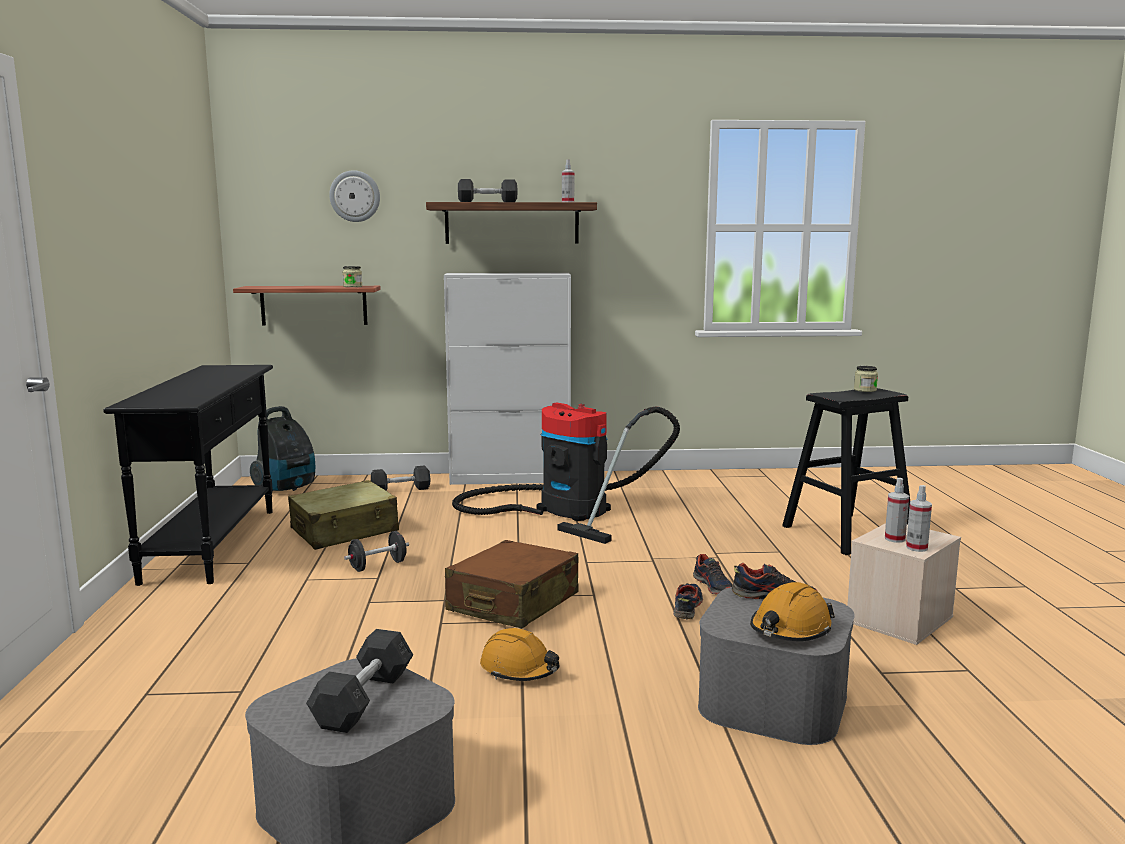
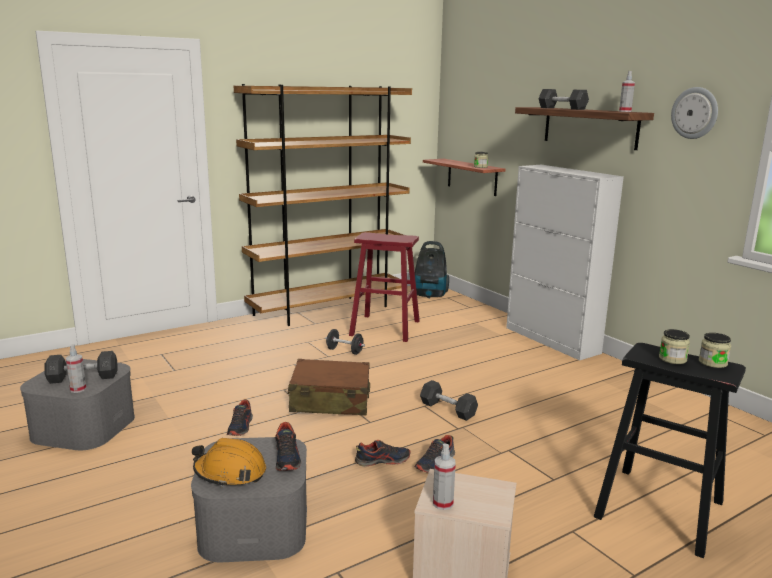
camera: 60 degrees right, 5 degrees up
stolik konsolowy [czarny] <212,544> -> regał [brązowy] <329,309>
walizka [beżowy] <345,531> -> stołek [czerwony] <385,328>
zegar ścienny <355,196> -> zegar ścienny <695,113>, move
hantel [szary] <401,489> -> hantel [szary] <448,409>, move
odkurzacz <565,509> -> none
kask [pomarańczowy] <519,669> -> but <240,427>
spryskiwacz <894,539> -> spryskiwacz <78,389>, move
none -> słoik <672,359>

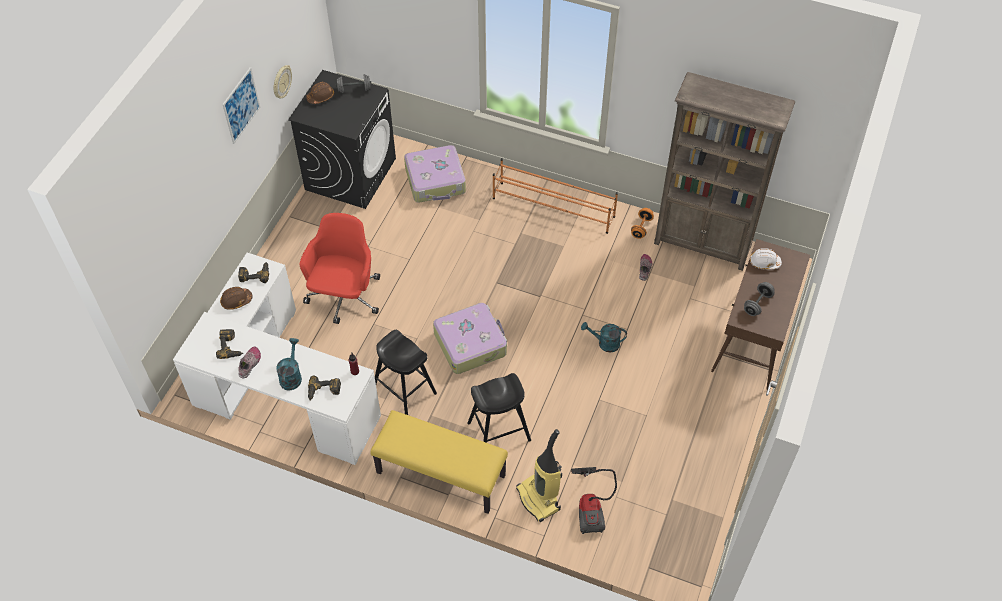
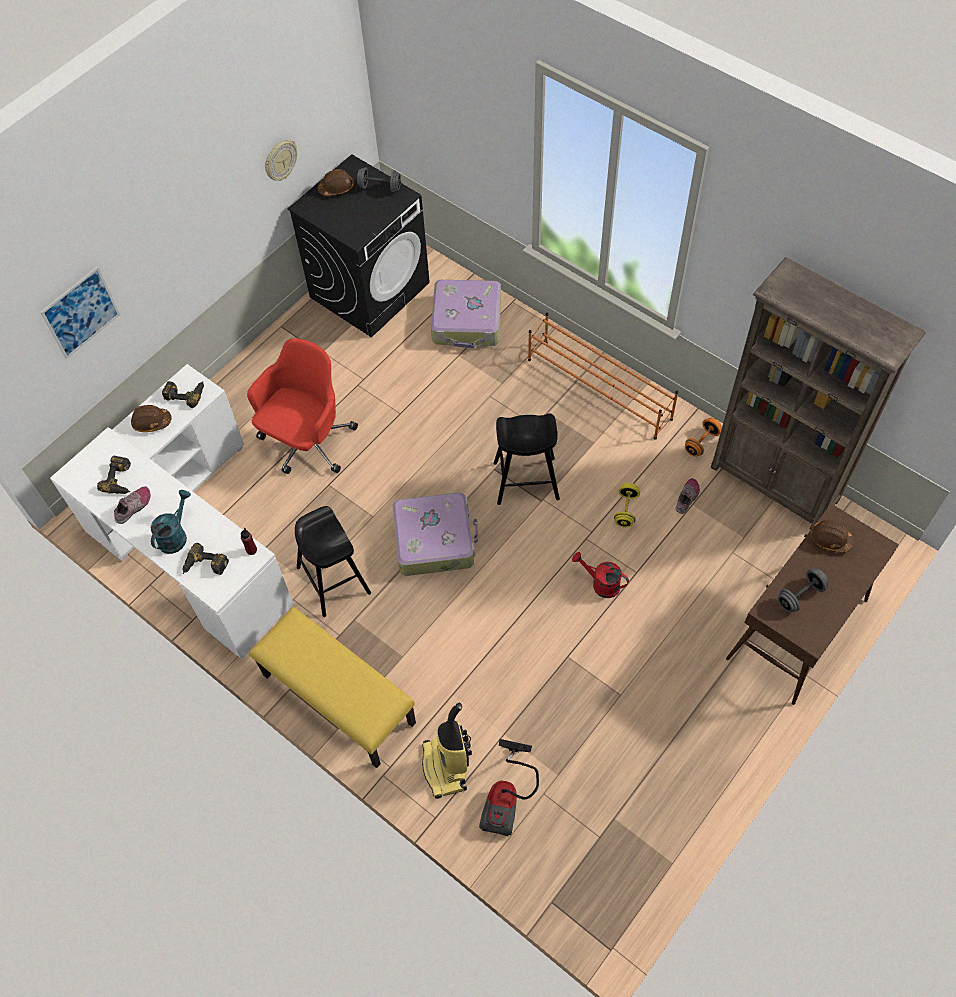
camera: 20 degrees right, 5 degrees up
obraz <241,105> -> obraz <81,312>, move
stołek [czarny] <499,431> -> stołek [czarny] <526,481>, move
konewka [turkusowy] <604,343> -> konewka [czerwony] <601,584>
kask [biały] <764,262> -> kask [brązowy] <830,539>
none -> hantel [żółty] <626,510>

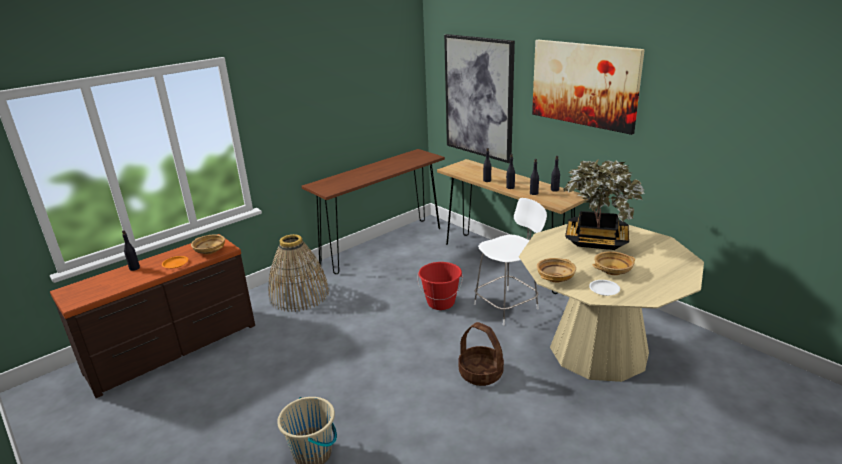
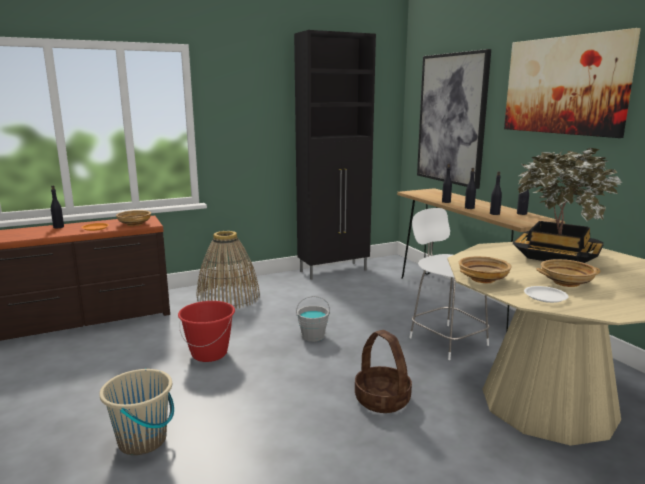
camera: 15 degrees right, 10 degrees down
stolik konsolowy [brązowy] <382,245> -> szafka [czarny] <334,271>
wiadro [czerwony] <441,303> -> wiadro [czerwony] <209,353>, move
krzesło [biały] <507,306> -> krzesło [biały] <446,340>, 105 degrees counterclockwise
none -> wiadro [szary] <313,336>

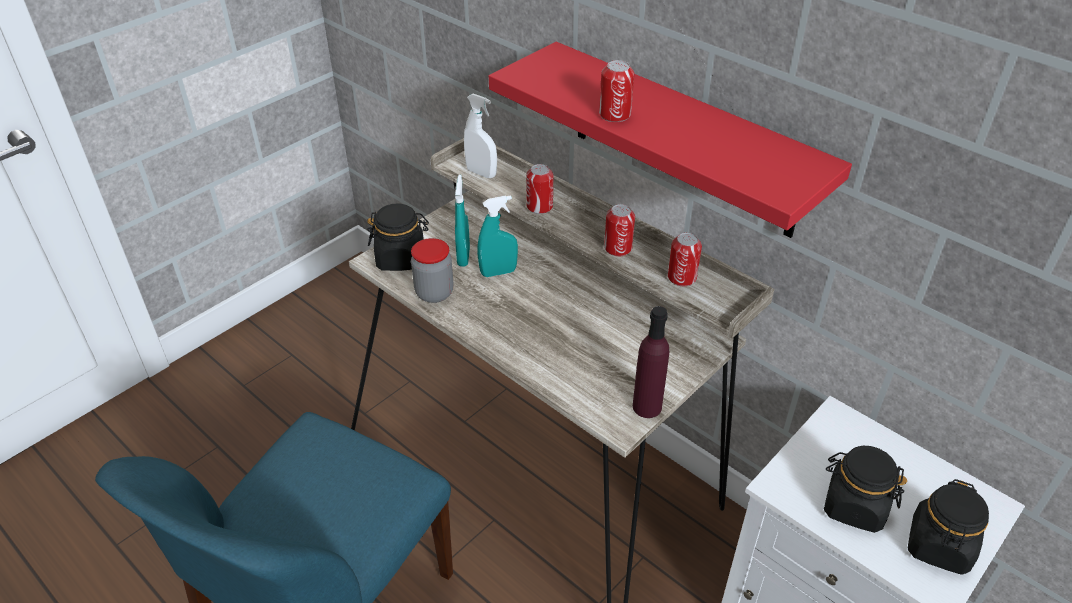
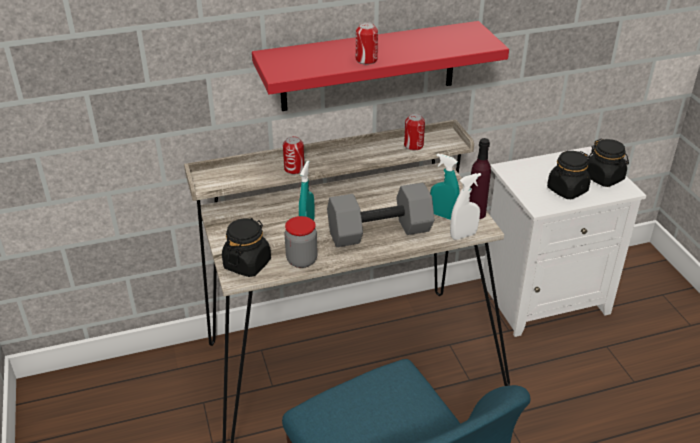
camera: 60 degrees left, 5 degrees down
spryskiwacz [turkusowy] <463,257> -> spryskiwacz [turkusowy] <443,215>, move
spryskiwacz [biały] <481,173> -> spryskiwacz [biały] <463,235>, move
puszka <618,248> -> none
none -> hantel [szary] <379,233>

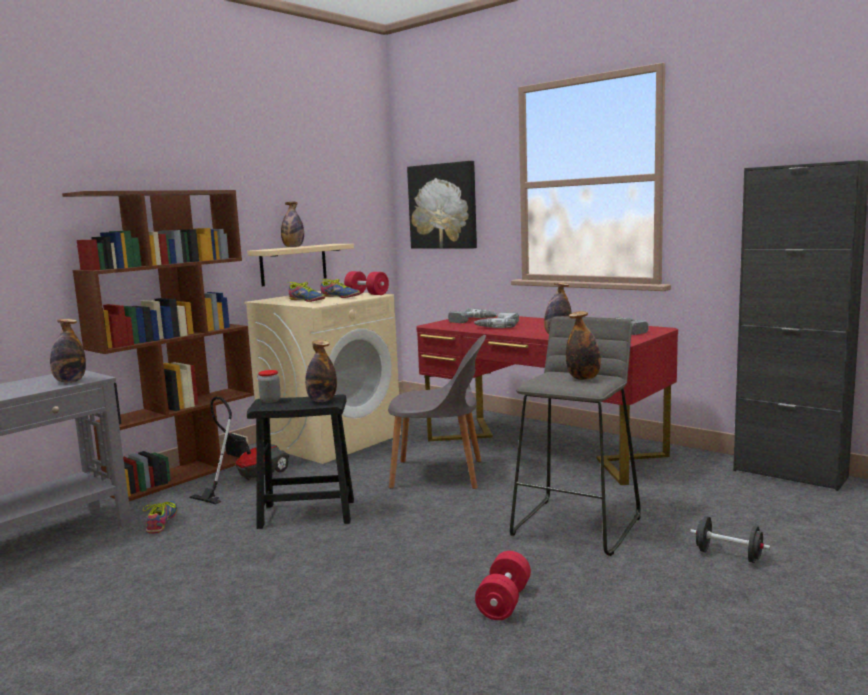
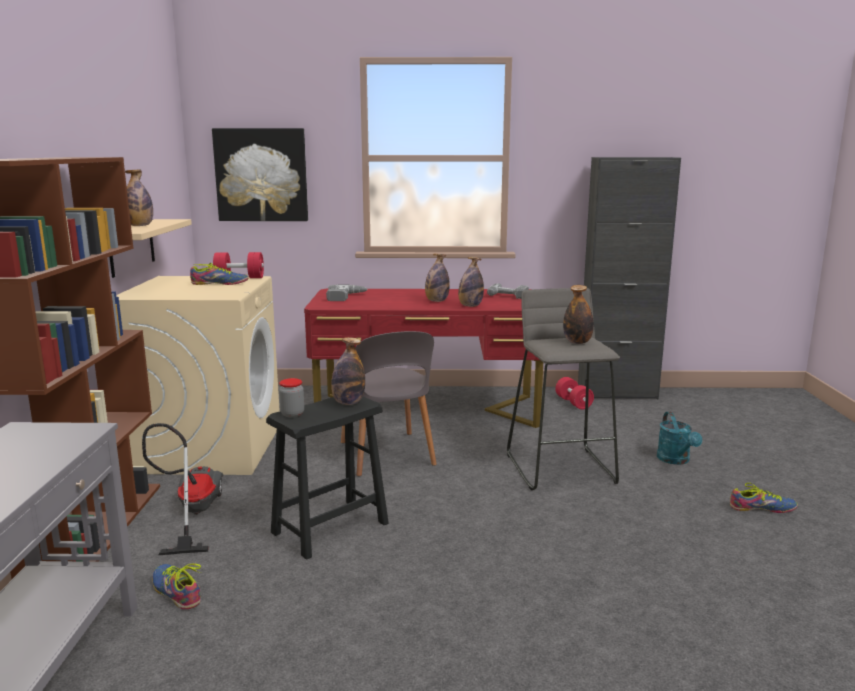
camera: 40 degrees left, 5 degrees up
butelka <70,381> -> butelka <436,301>, move
but <307,300> -> but <762,508>, move
krzesło [szary] <440,474> -> krzesło [szary] <387,455>, 105 degrees clockwise
wiertarka <497,326> -> none
hantel [czerwony] <504,602> -> hantel [czerwony] <573,403>, move
hantel [czarny] <728,555> -> konewka [turkusowy] <676,460>

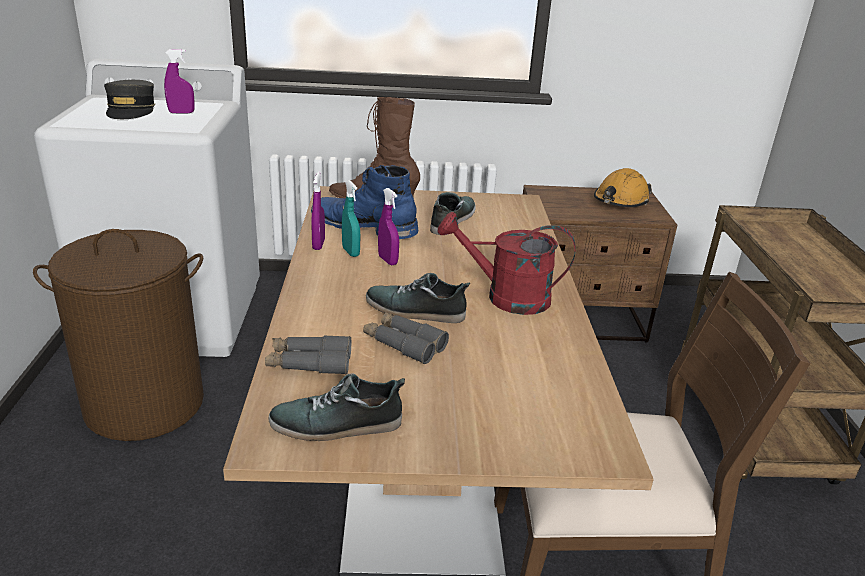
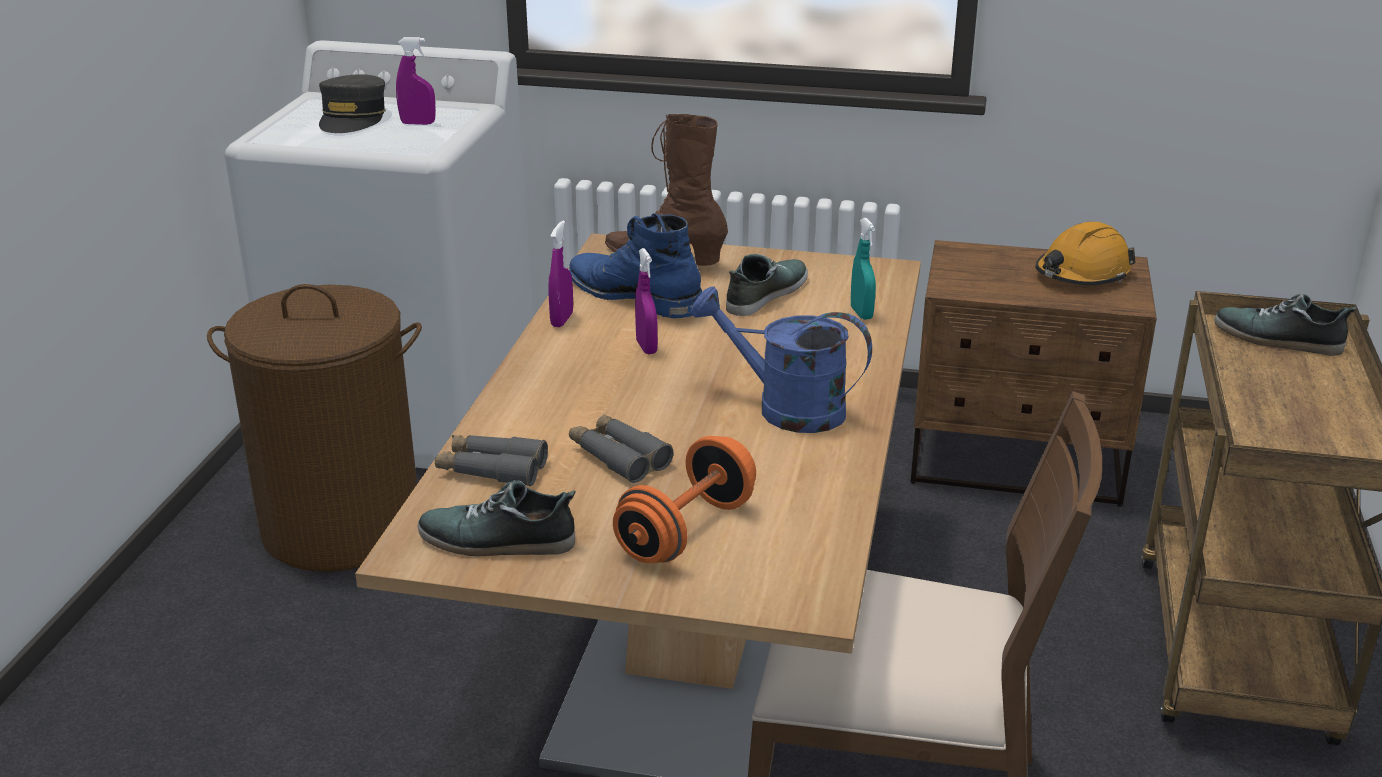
camera: 15 degrees right, 0 degrees up
spryskiwacz [turkusowy] <351,252> -> spryskiwacz [turkusowy] <861,313>, move
but <415,310> -> but <1278,339>, move
konewka [czerwony] <506,297> -> konewka [niebieski] <785,408>
none -> hantel [pomarańczowy] <686,531>

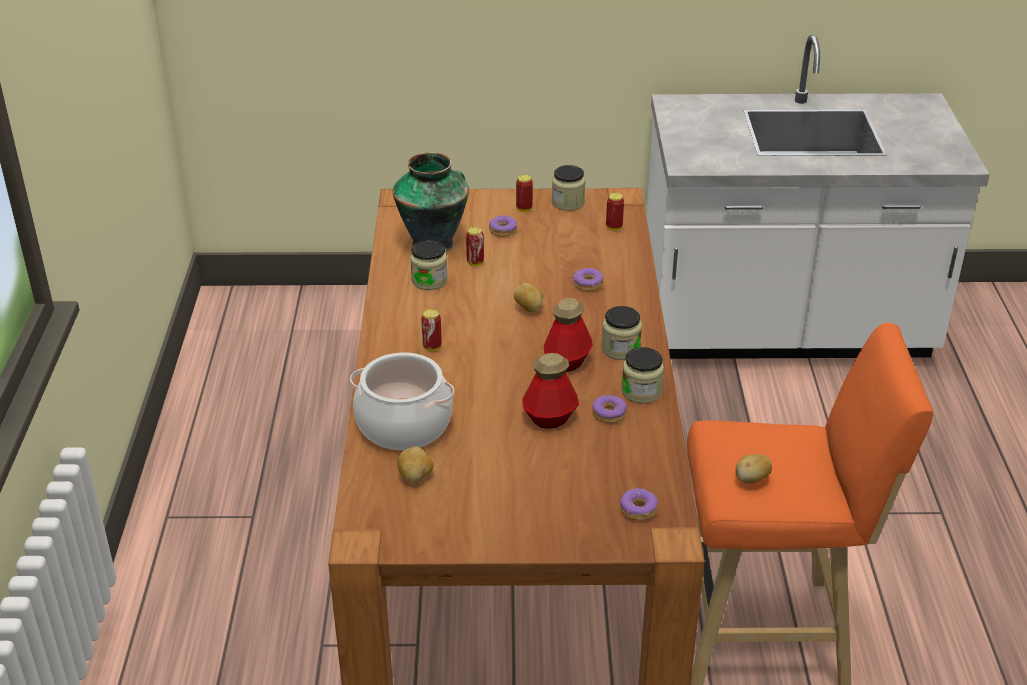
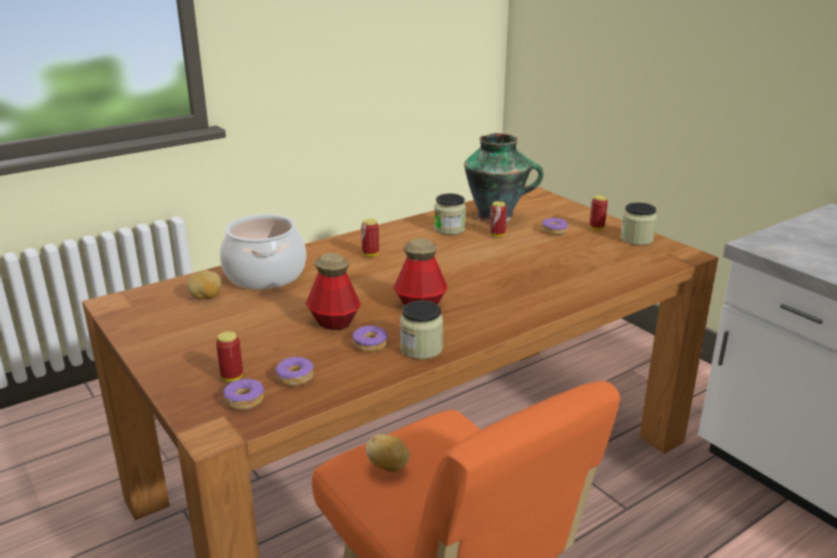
camera: 55 degrees right, 10 degrees down
ziemniak <529,308> -> none
donut <588,284> -> donut <294,377>, move
słoik <620,349> -> none
puszka <614,227> -> puszka <232,377>, move

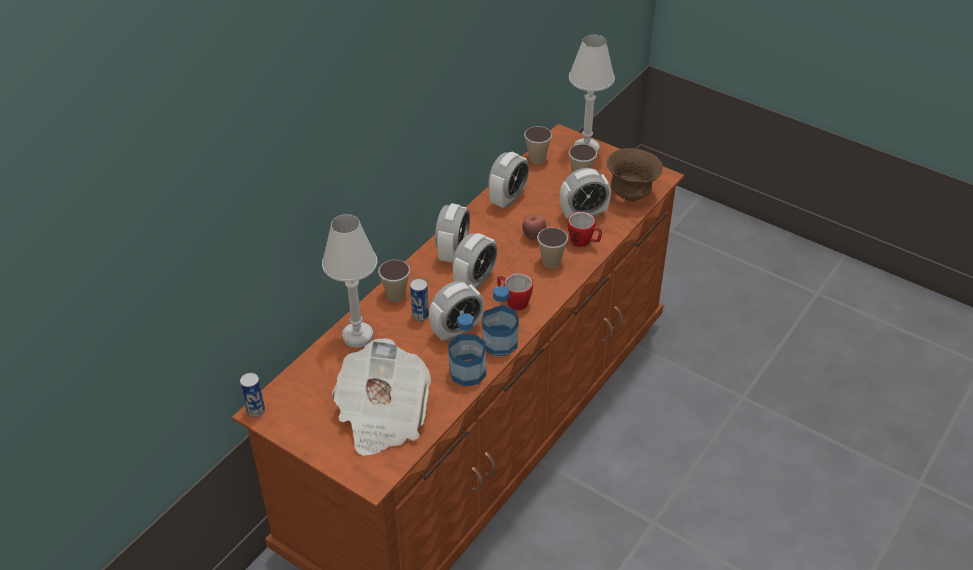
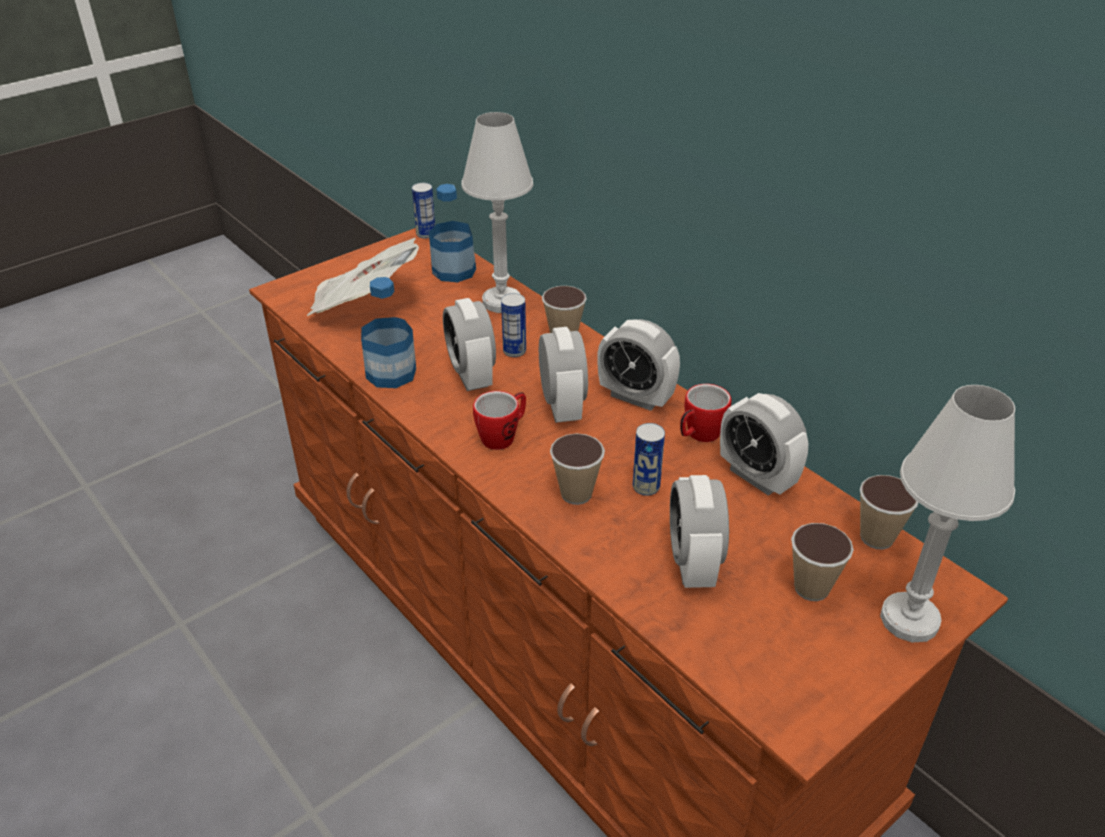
camera: 105 degrees right, 5 degrees down
budzik <474,281> -> budzik <562,407>, 150 degrees counterclockwise
butelka <499,343> -> butelka <454,271>, move
jabłko <534,237> -> puszka <646,487>
kubek <584,242> -> kubek <699,435>, move
miska [brązowy] <631,194> -> none

